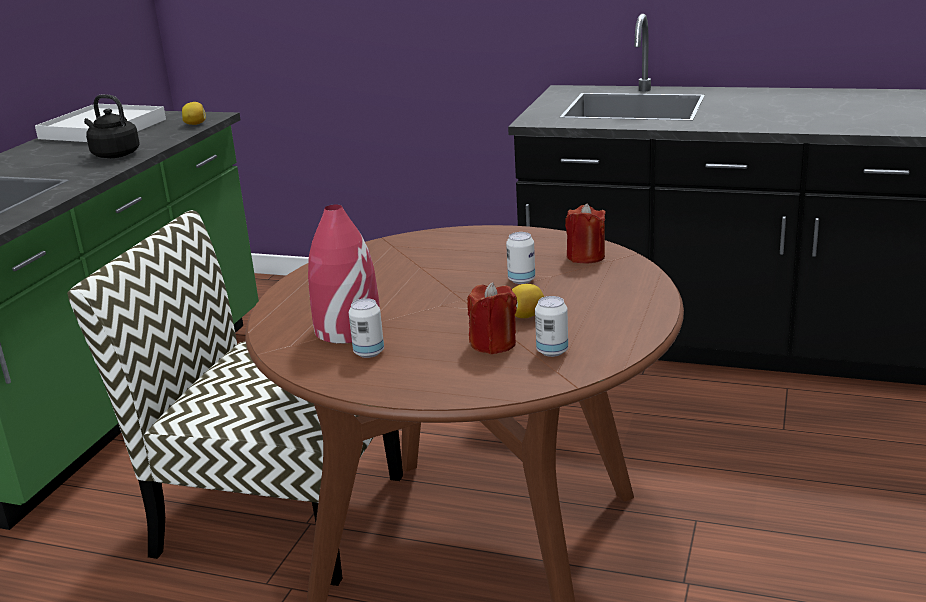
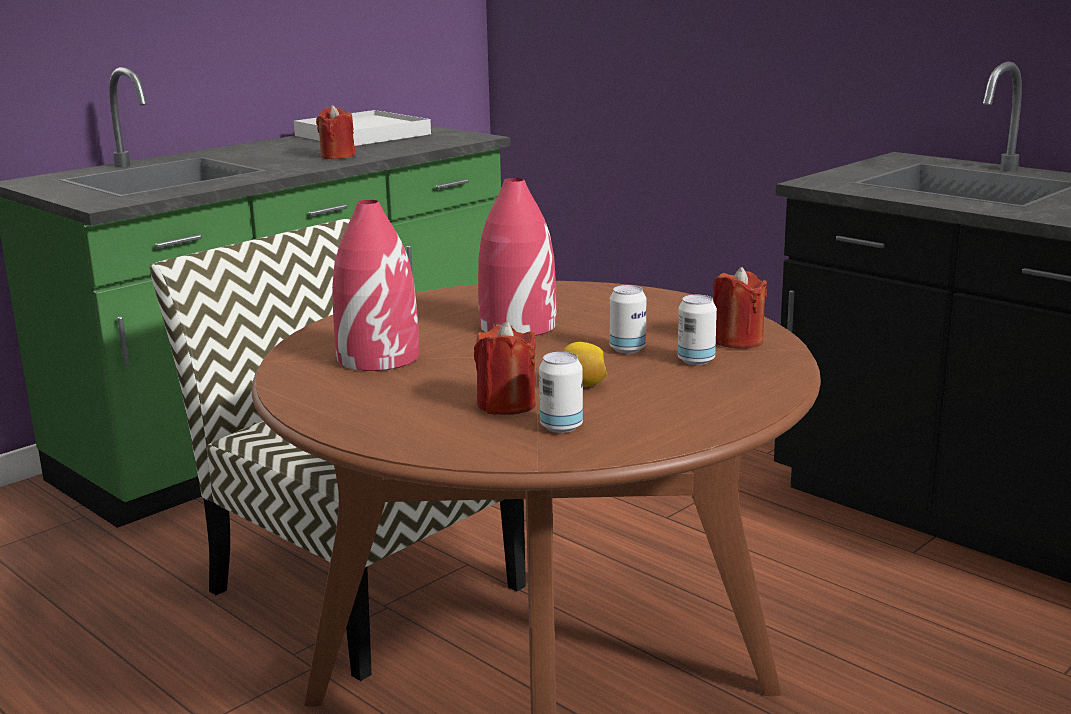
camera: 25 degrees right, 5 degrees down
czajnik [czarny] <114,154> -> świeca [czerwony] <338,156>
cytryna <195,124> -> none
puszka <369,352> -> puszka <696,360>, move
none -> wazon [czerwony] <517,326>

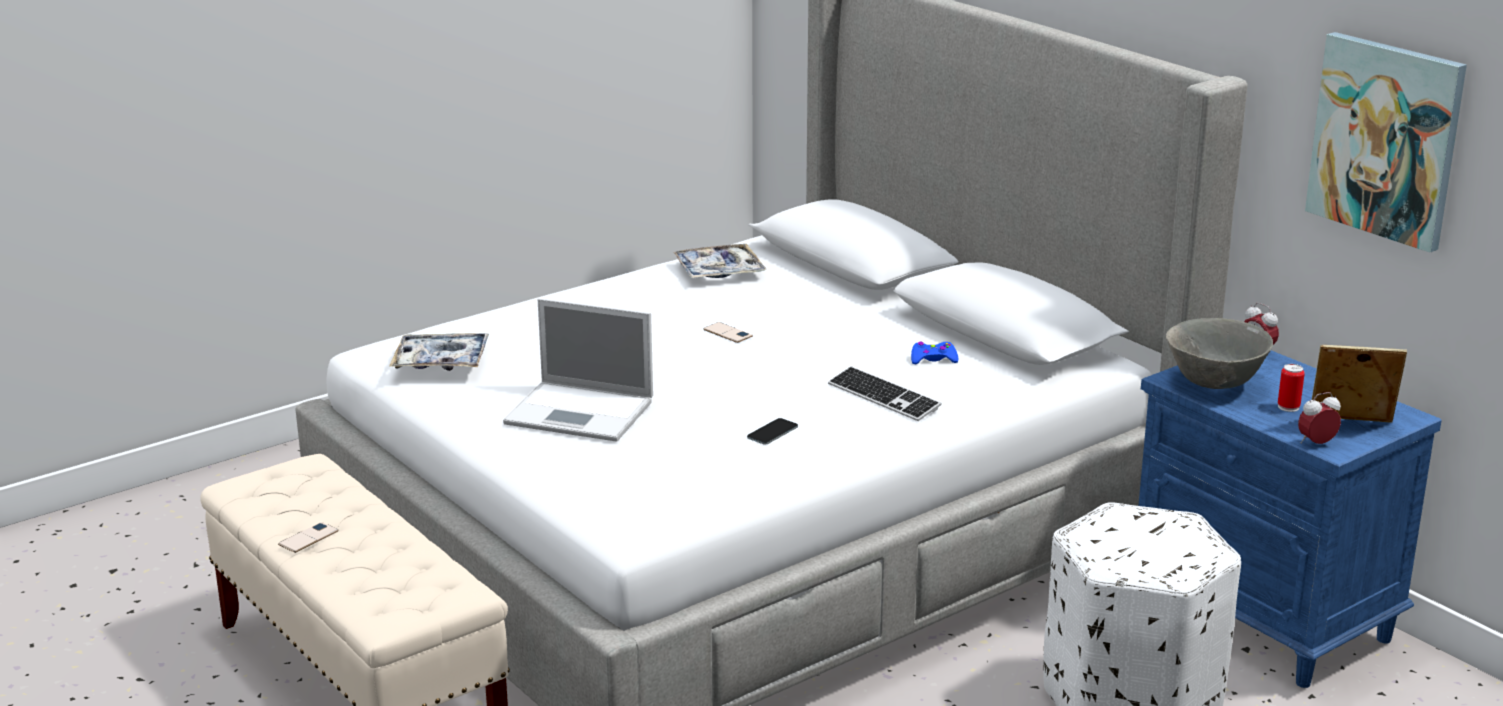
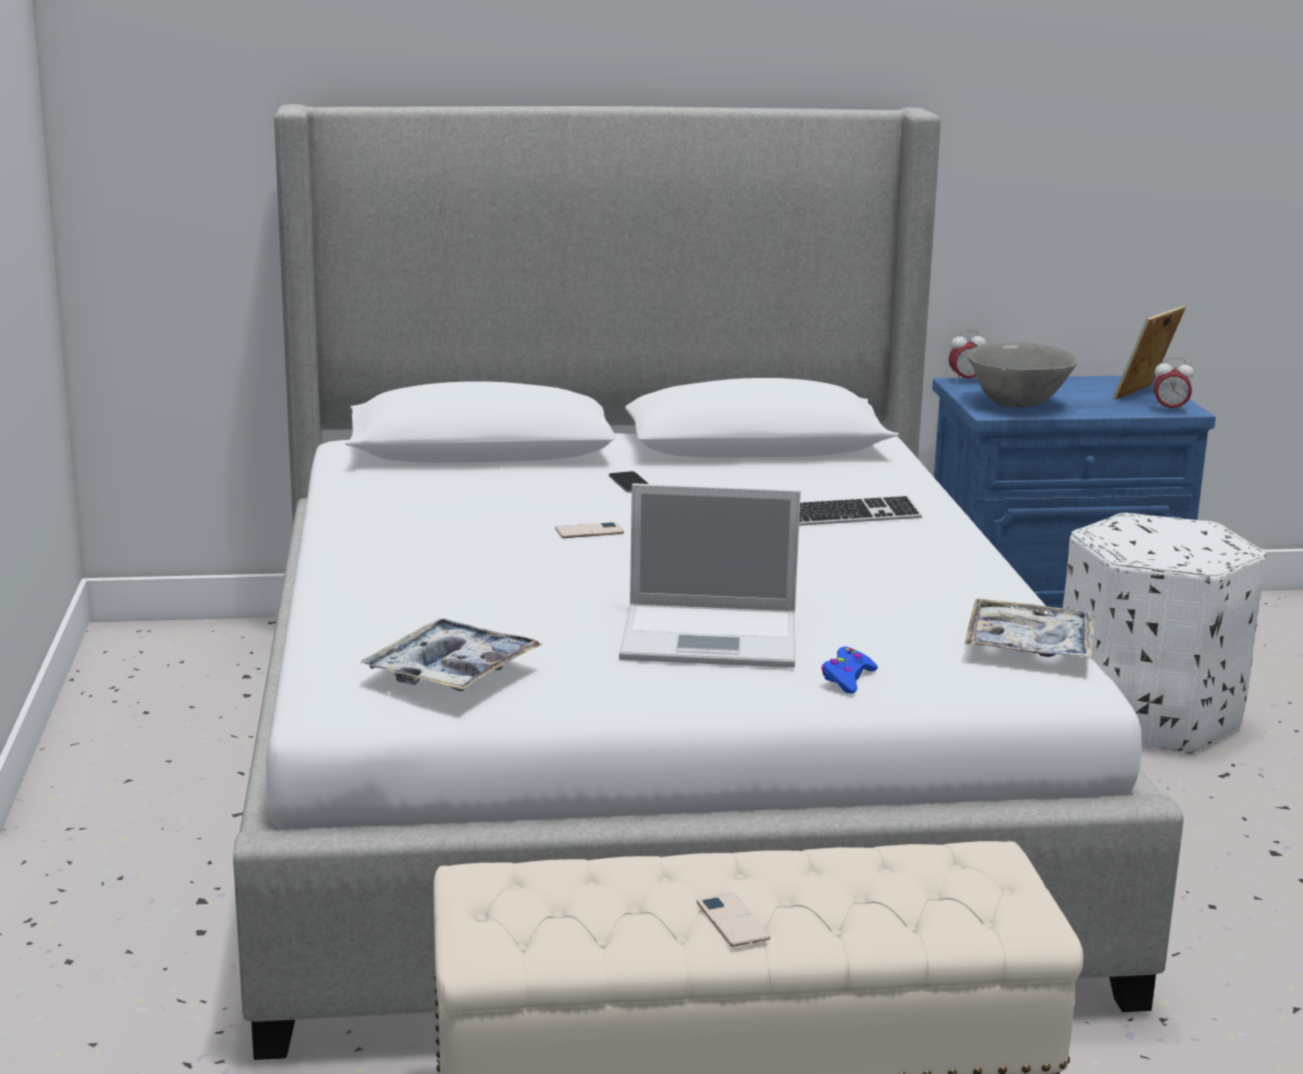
camera: 60 degrees left, 5 degrees down
laptop <582,412> -> laptop <713,637>, 45 degrees clockwise
taca <719,271> -> taca <1029,645>, move
telefon <772,432> -> telefon <630,483>, move
pad do gier [niebieski] <933,359> -> pad do gier [niebieski] <847,679>, move
puszka <1288,407> -> none
budzik <1316,443> -> budzik <1170,410>, 90 degrees counterclockwise
obraz <1386,139> -> none

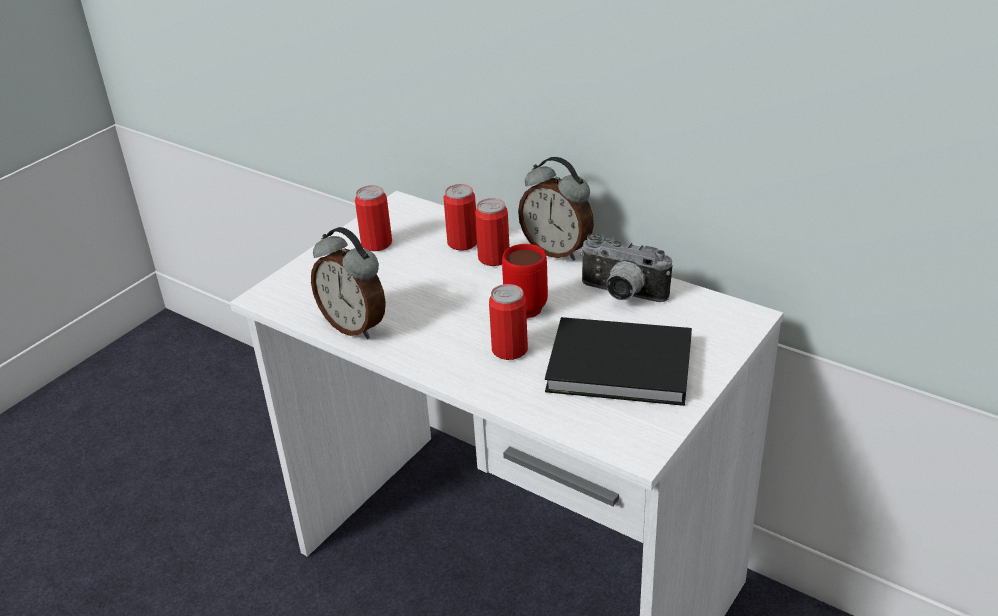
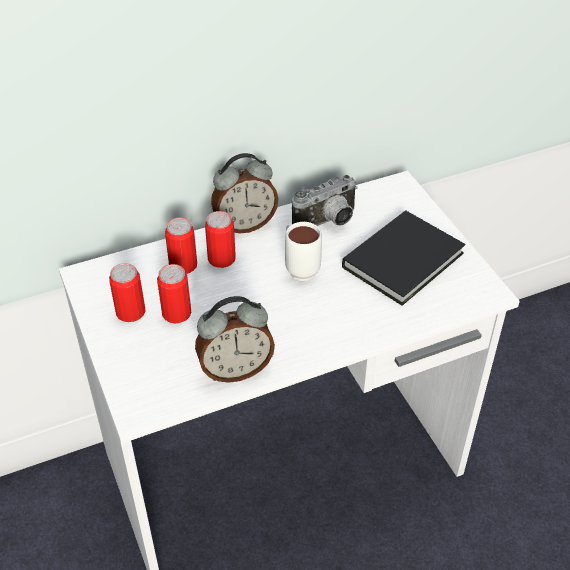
camera: 60 degrees left, 10 degrees up
puszka <510,350> -> puszka <176,313>, move
kubek [czerwony] <530,305> -> kubek [biały] <299,268>

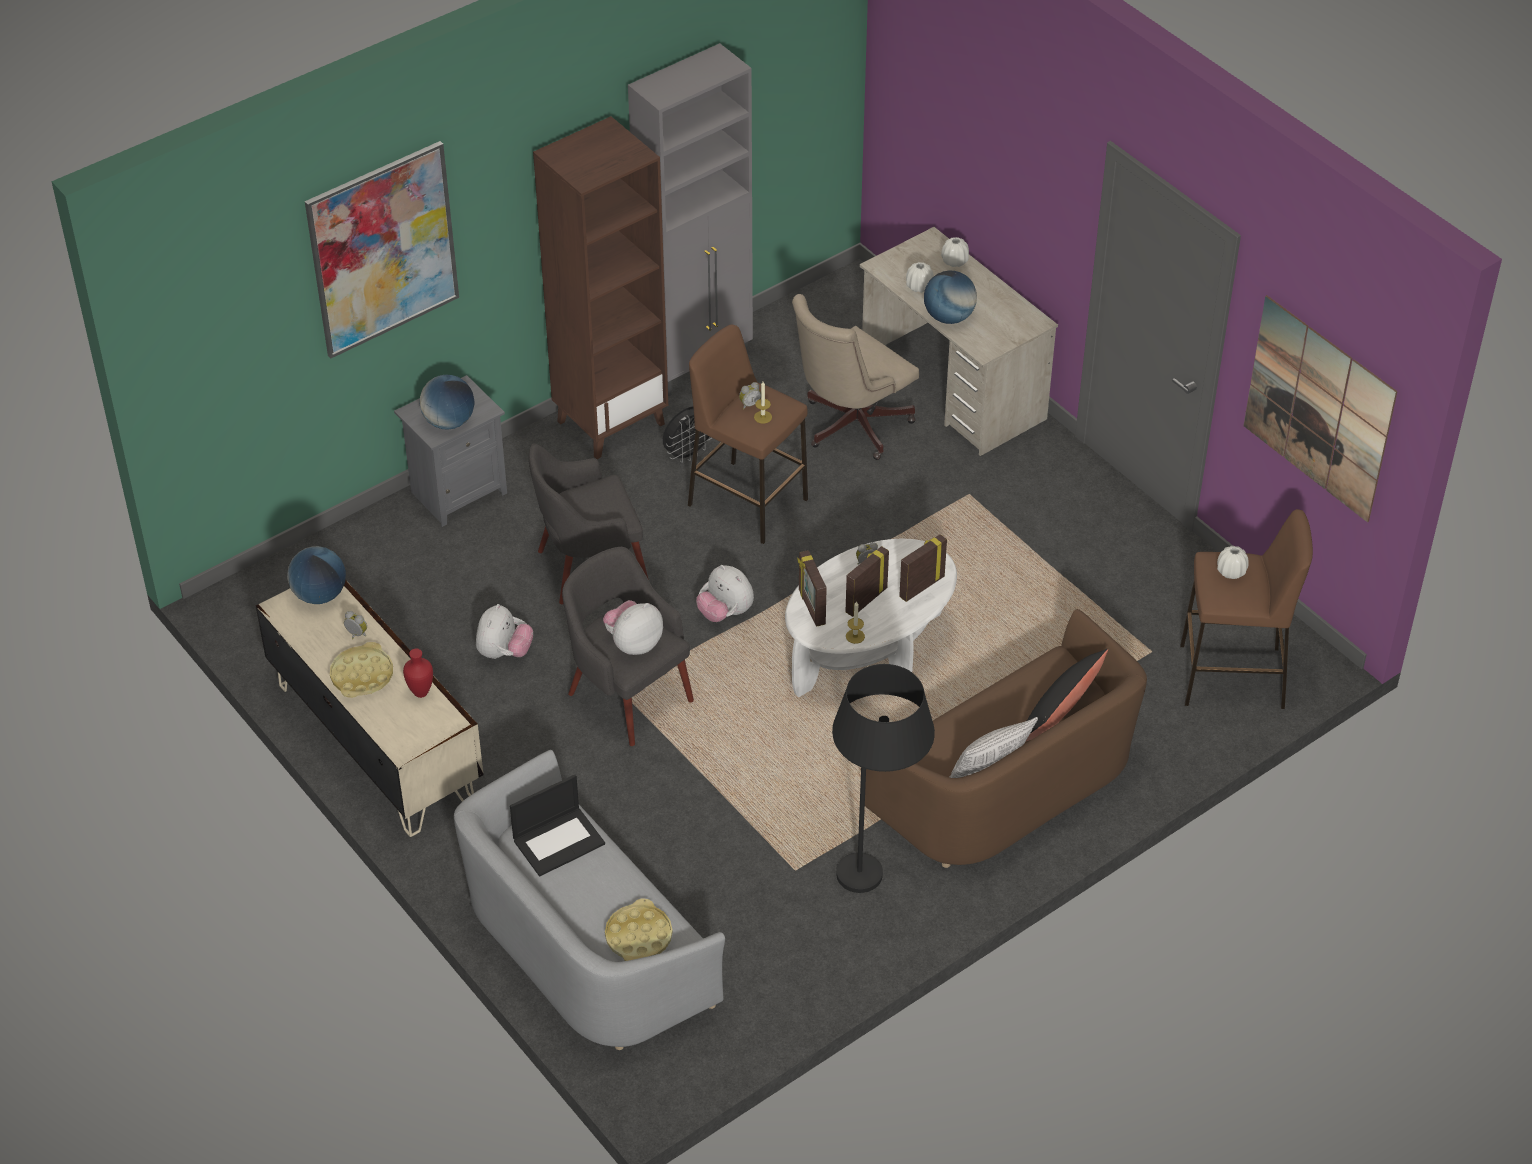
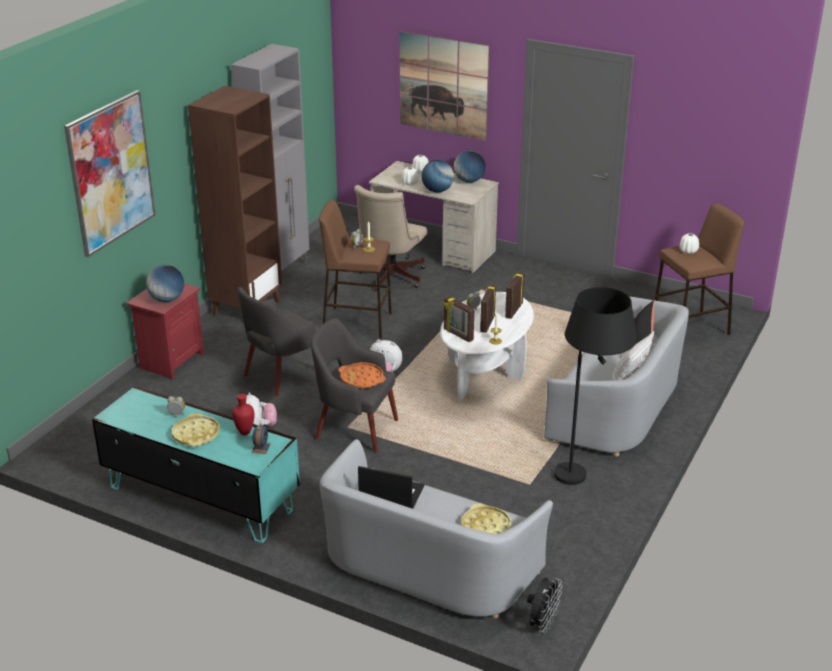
camera: 25 degrees left, 15 degrees down
szafka pod telewizor [beżowy] <376,740> -> szafka pod telewizor [turkusowy] <201,498>
globus <319,595> -> globus <469,181>, move
szafka nocna [szary] <457,492> -> szafka nocna [czerwony] <170,361>
laptop <559,841> -> laptop <390,493>, 105 degrees counterclockwise
pluszak <633,643> -> taca [pomarańczowy] <362,379>
wentylator [czarny] <688,454> -> wentylator [czarny] <542,623>, move
kanapa [brązowy] <1008,784> -> kanapa [szary] <617,407>
obraz <1319,408> -> obraz <443,85>, move
none -> budzik <261,447>

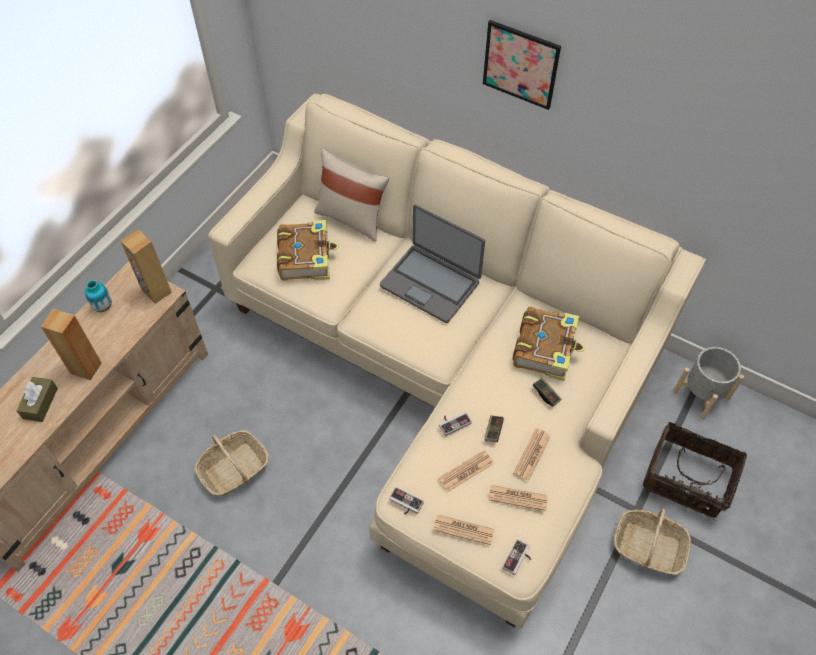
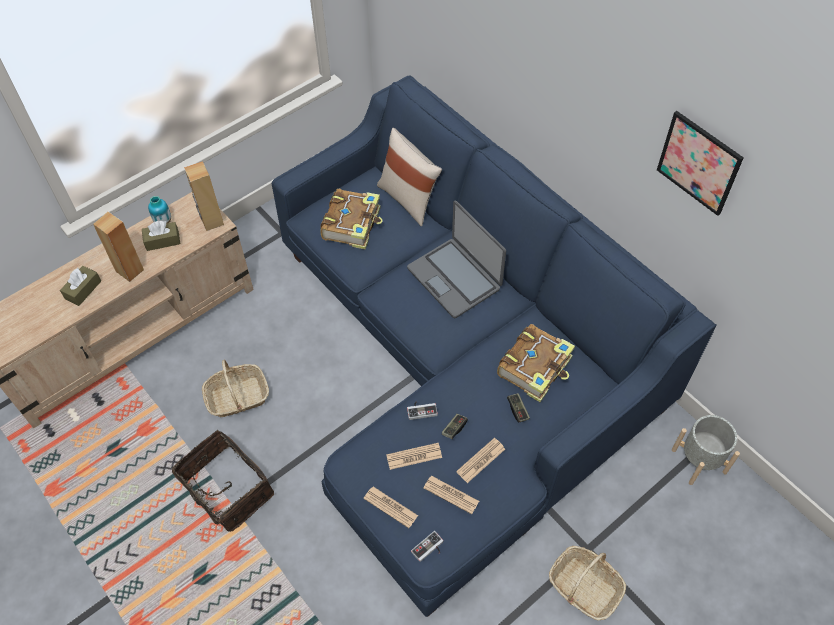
camera: 20 degrees right, 0 degrees up
kanapa [beżowy] <448,372> -> kanapa [niebieski] <460,366>
pad do gier <404,504> -> none
obraz <520,64> -> obraz <699,163>, move
koszyk <686,481> -> koszyk <227,492>, move
none -> pudełko chusteczek [brązowy] <162,241>

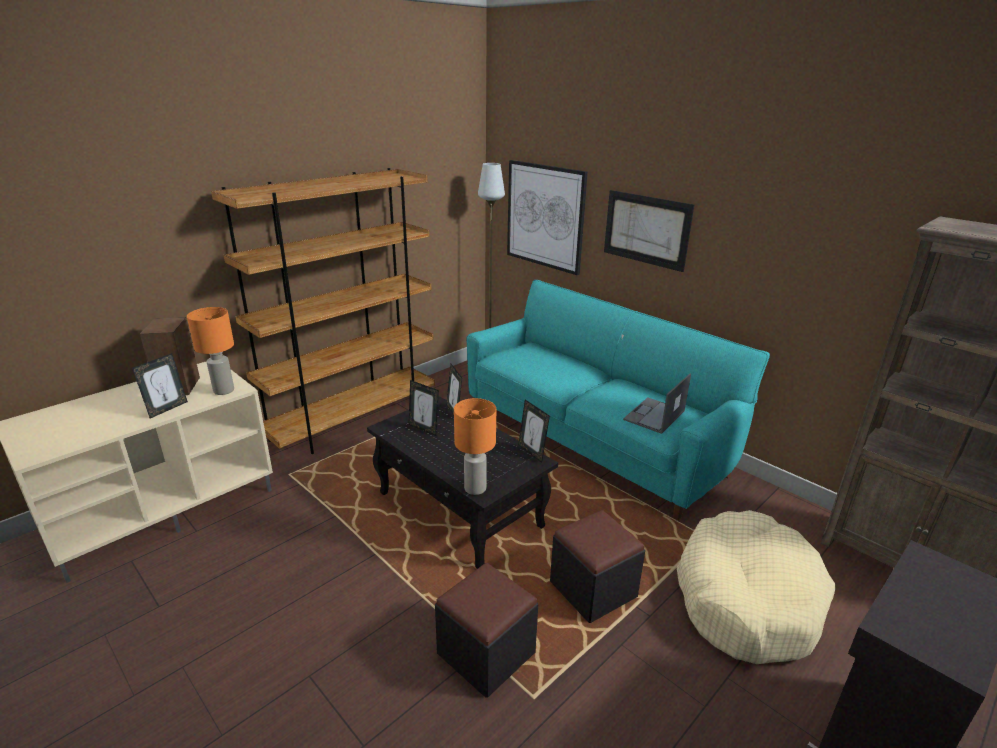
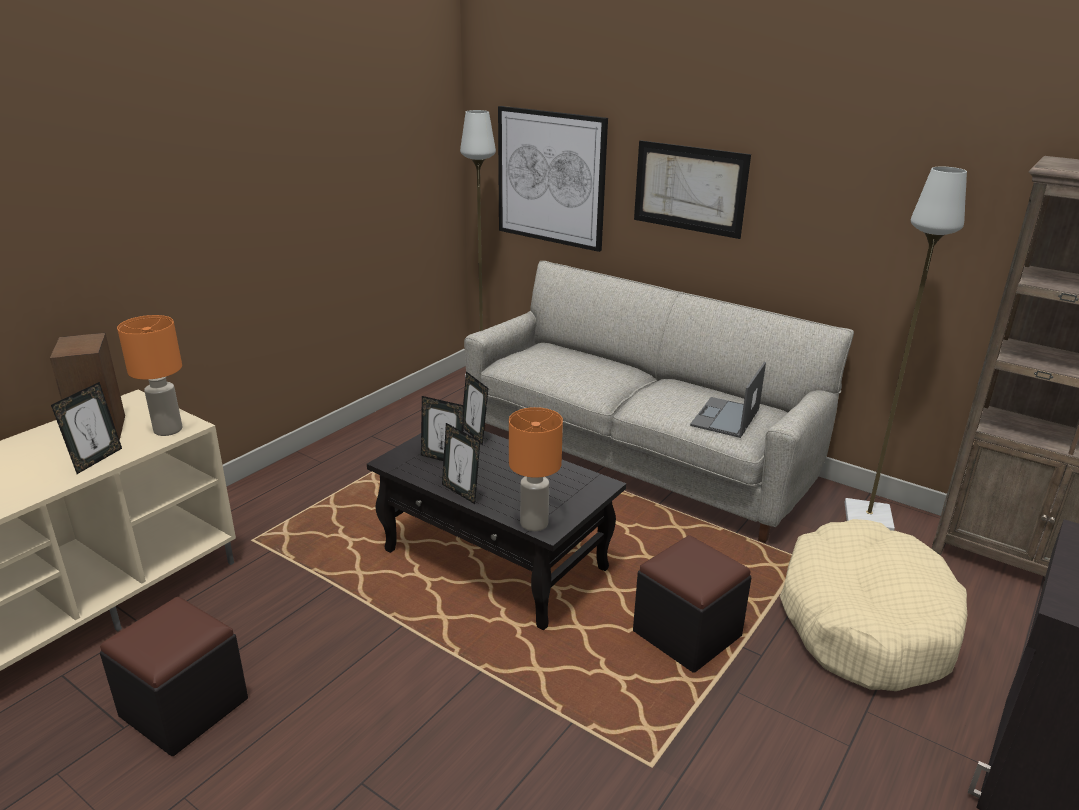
camera: 10 degrees left, 0 degrees up
regał [brązowy] <354,420> -> none
pufa [czarny] <486,653> -> pufa [czarny] <184,707>, move
kanapa [turkusowy] <592,439> -> kanapa [szary] <637,458>
ramka na zdjęcie <532,452> -> ramka na zdjęcie <461,492>, move
none -> lampa stojąca [szary] <869,518>

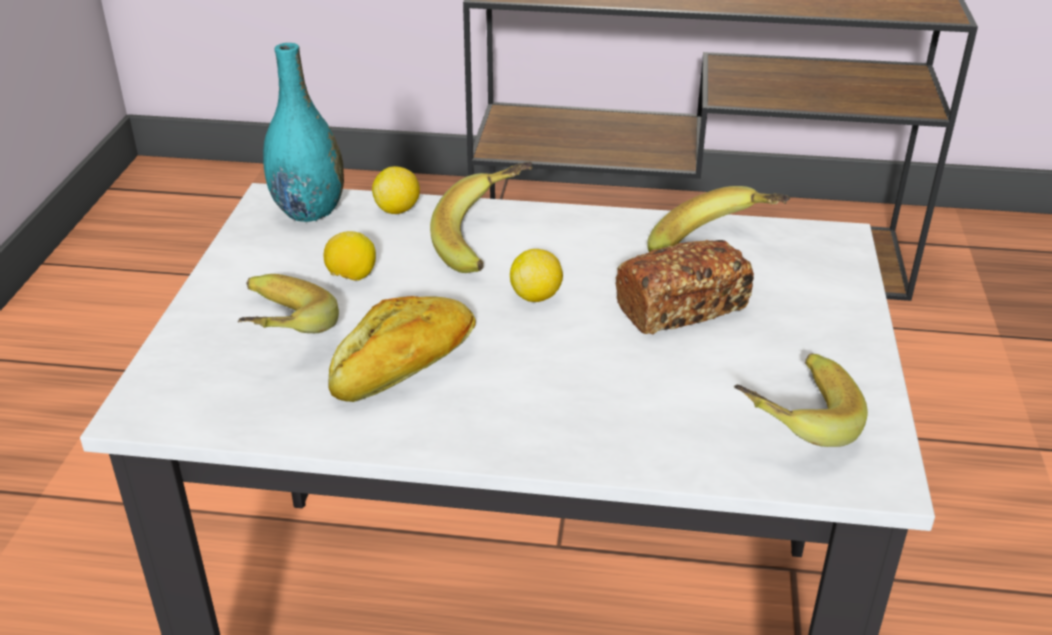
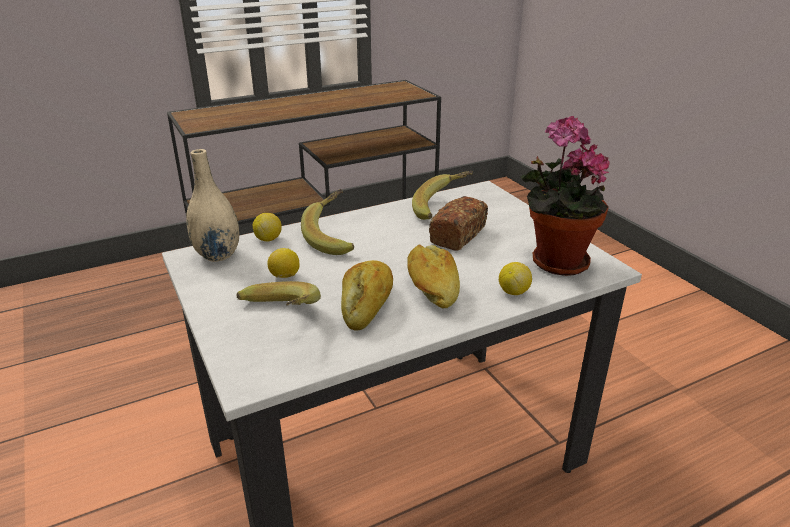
camera: 35 degrees left, 5 degrees down
wazon [turkusowy] <309,211> -> wazon [beżowy] <217,255>
cytryna <536,296> -> cytryna <513,291>, move
banan <789,422> -> roślina doniczkowa <554,262>
none -> chleb <431,287>

